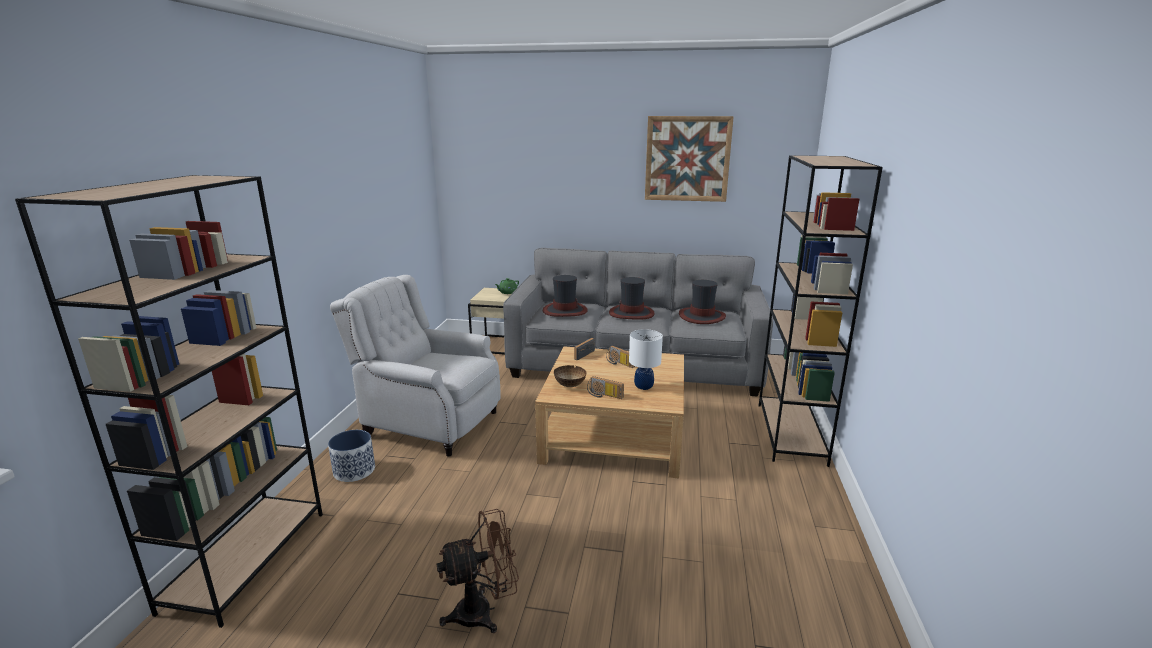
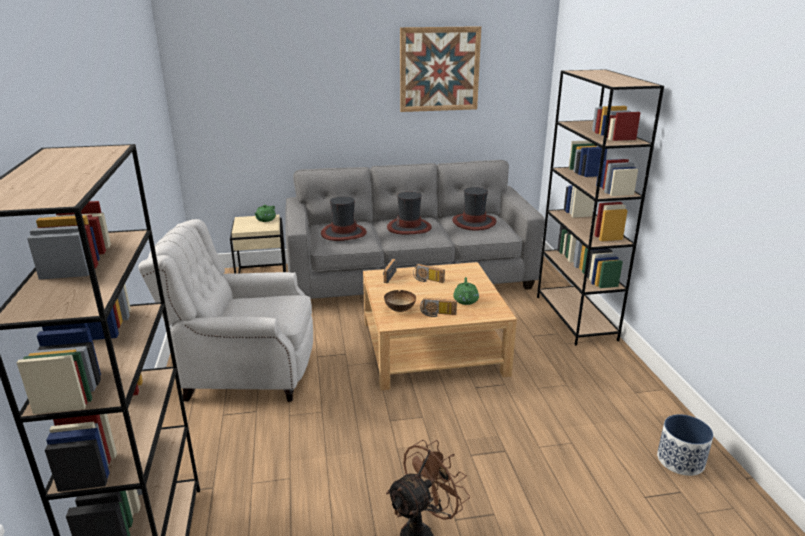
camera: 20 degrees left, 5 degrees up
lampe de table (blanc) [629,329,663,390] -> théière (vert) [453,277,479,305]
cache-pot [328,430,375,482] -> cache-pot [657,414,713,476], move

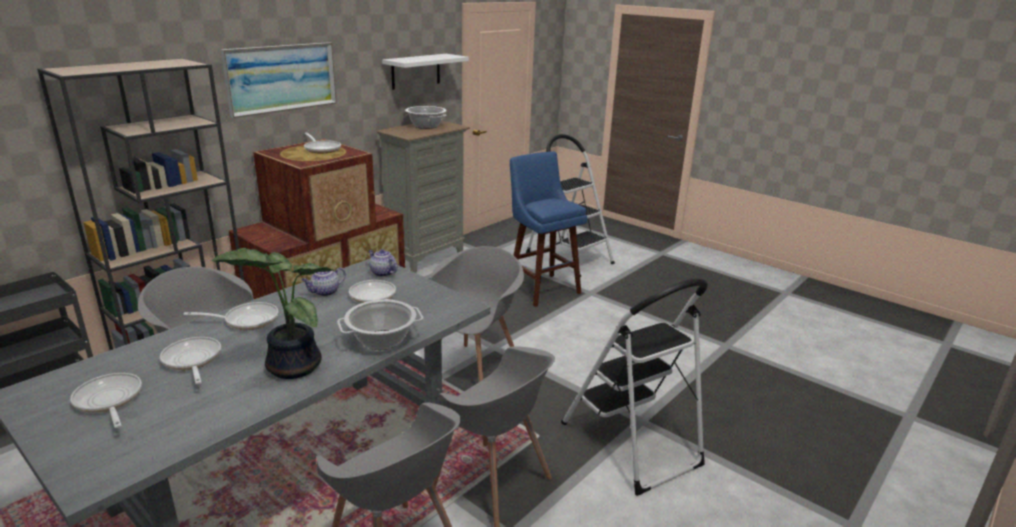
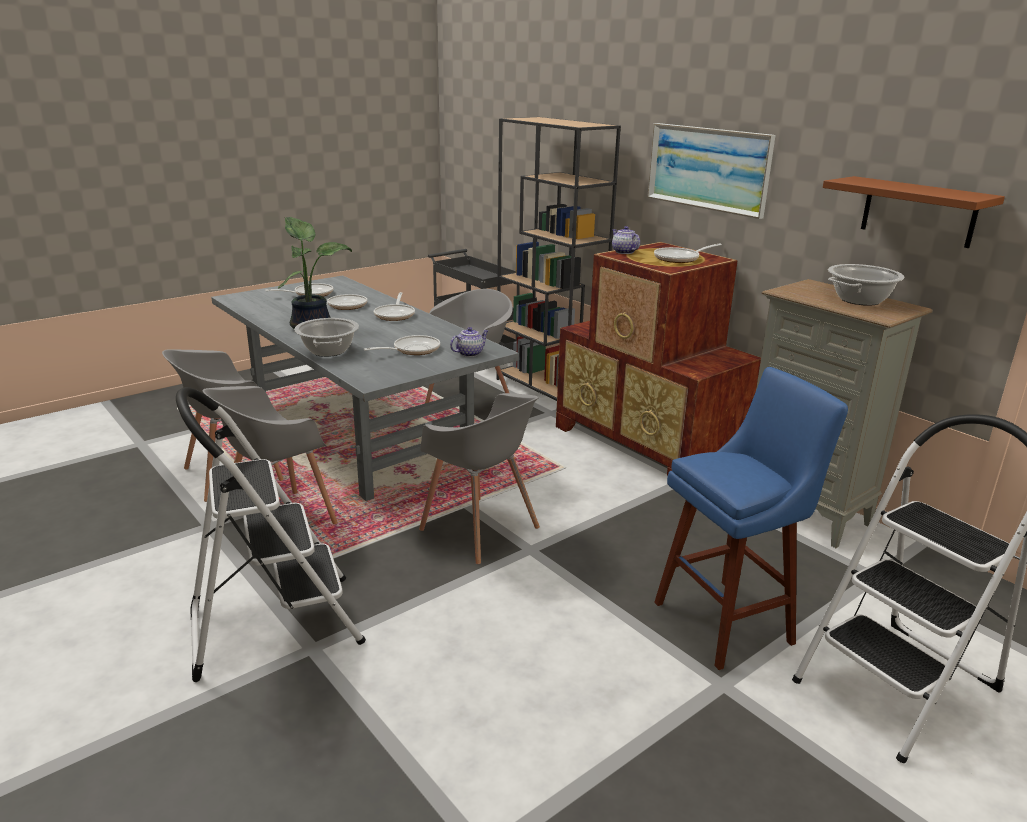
camera: 100 degrees right, 0 degrees up
théière [302,267,346,296] -> théière [612,226,640,254], move
étagère (blanc) [382,54,469,90] -> étagère (marron) [823,176,1005,248]

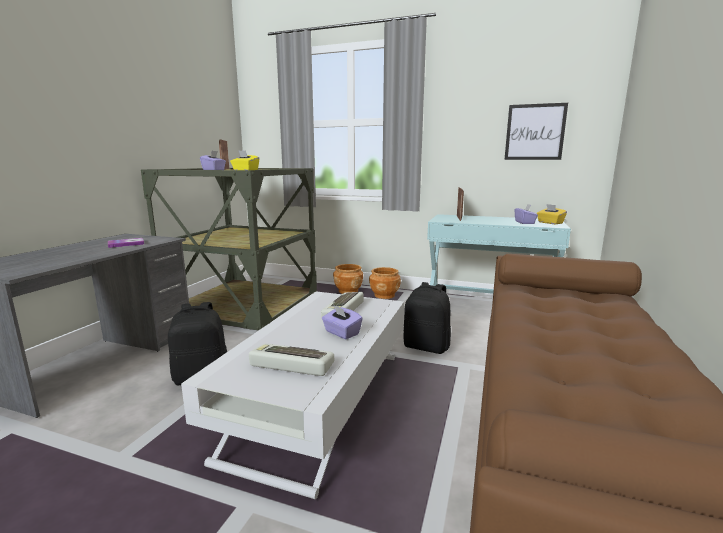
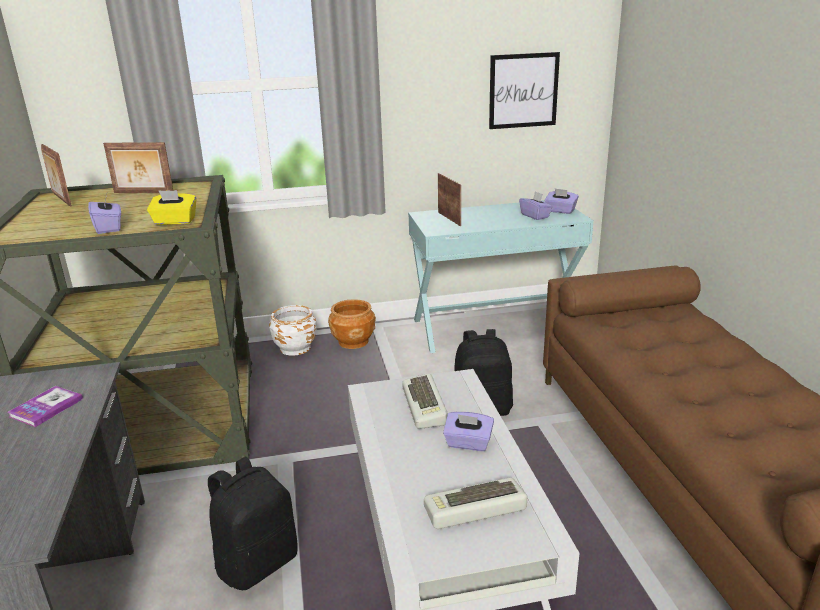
camera: 30 degrees left, 10 degrees up
none -> cadre photo [103,142,173,193]
cache-pot (marron) [333,264,363,294] -> cache-pot (blanc) [269,305,317,356]
boîte à mouchoirs (jaune) [537,204,567,224] -> boîte à mouchoirs (violet) [544,188,579,214]

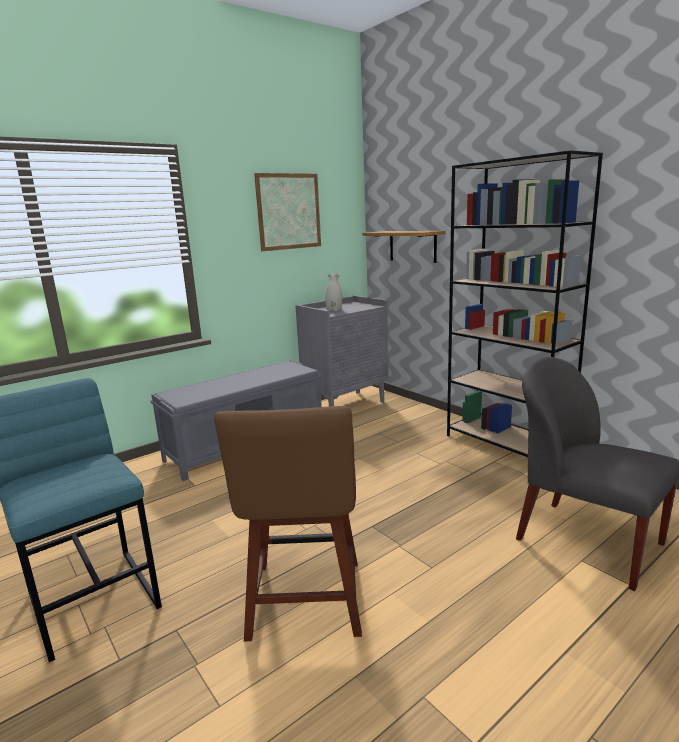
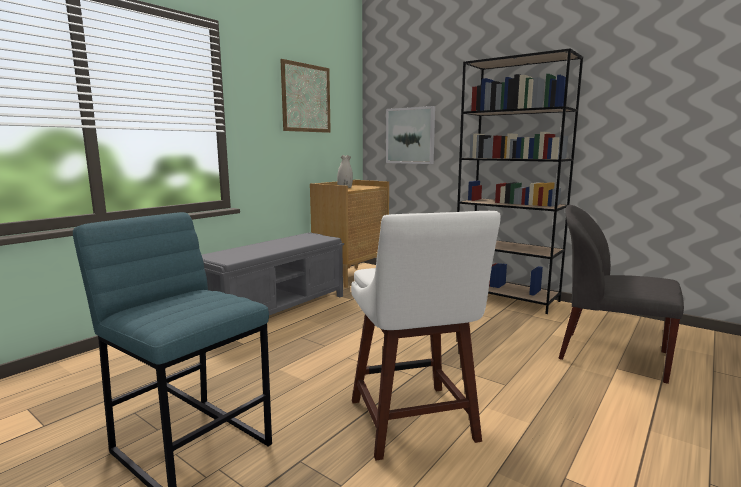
camera: 15 degrees left, 5 degrees down
meuble de rangement (gris) [295,295,389,407] -> meuble de rangement (marron) [310,180,389,288]
tabouret (marron) [214,406,362,642] -> tabouret (blanc) [351,211,501,461]
étagère [363,231,446,263] -> tableau [386,106,435,164]

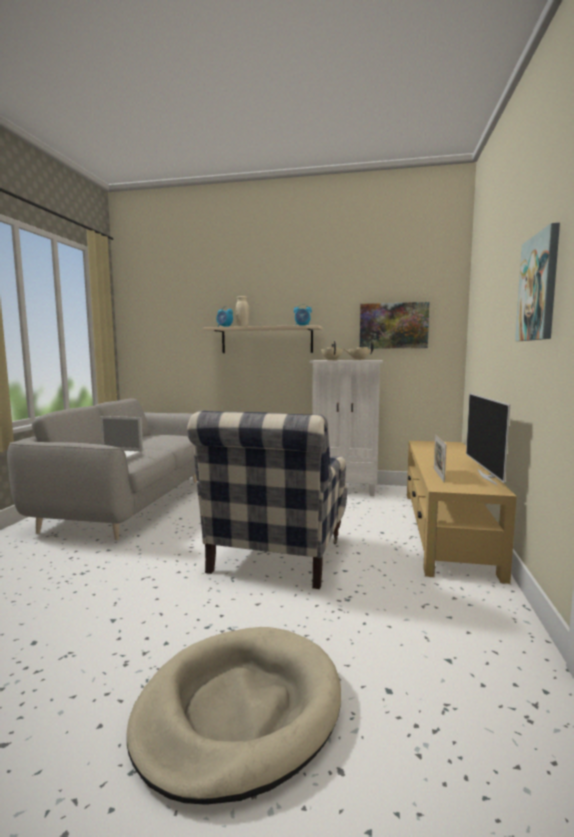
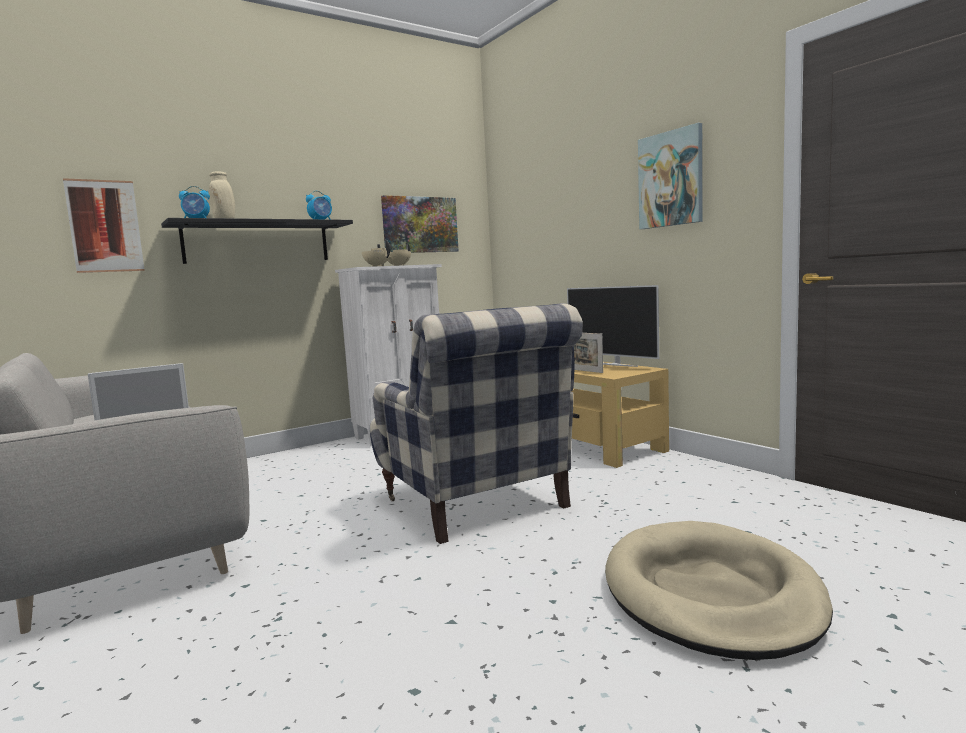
camera: 45 degrees left, 0 degrees up
none -> tableau [63,178,145,273]
étagère (beige) [203,325,323,353] -> étagère (noir) [161,218,353,264]

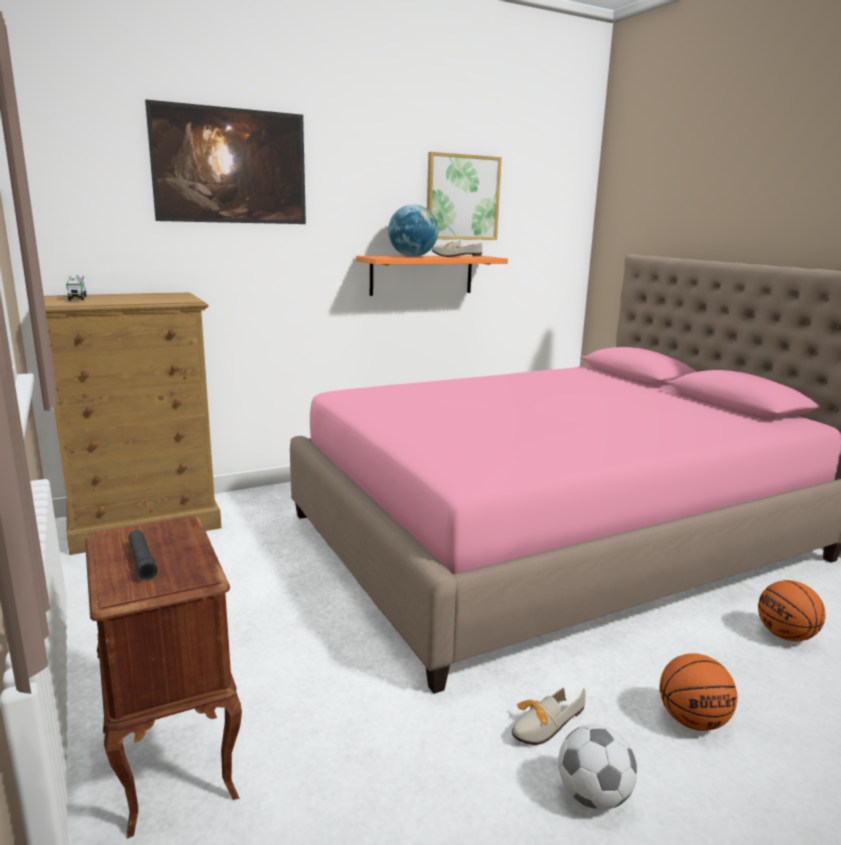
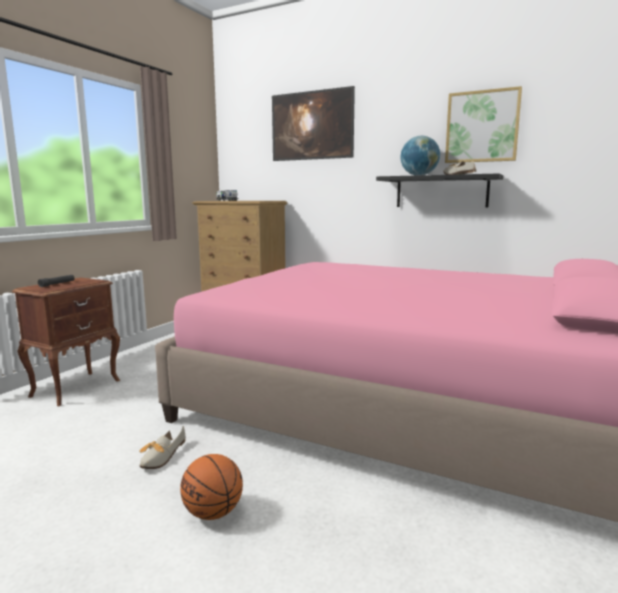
camera: 55 degrees right, 5 degrees down
chaussure [512,688,585,745] -> chaussure [139,426,186,469], 90 degrees counterclockwise
étagère (orange) [356,256,508,296] -> étagère (noir) [376,173,503,208]
ballon de foot [558,724,637,810] -> none
ballon de basket [758,580,826,641] -> none

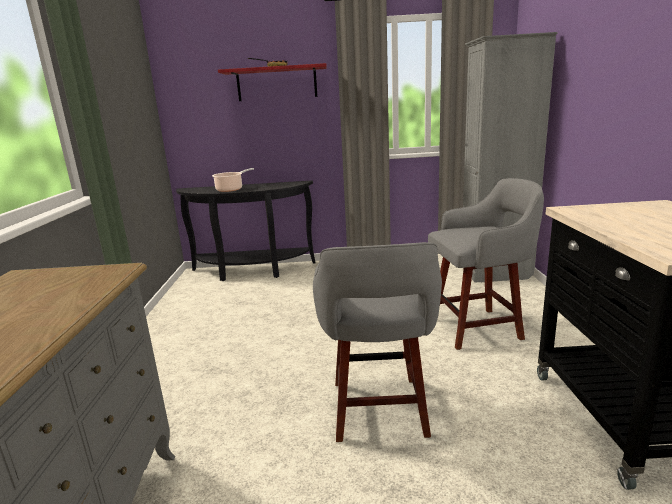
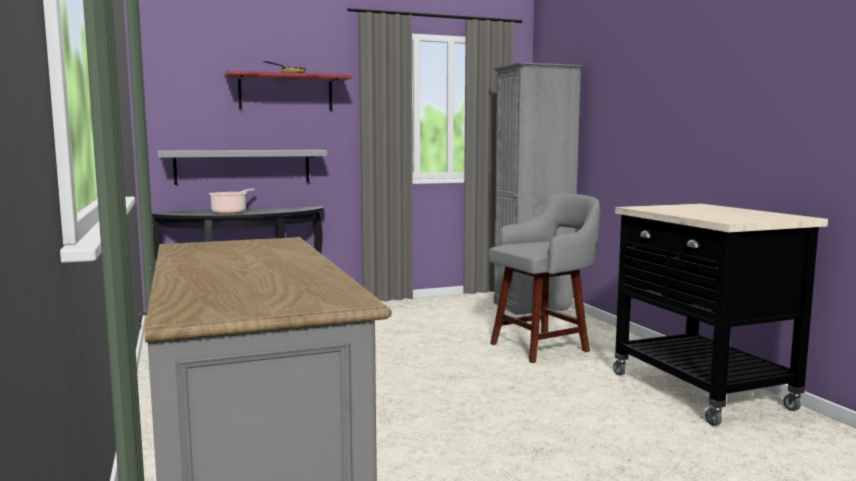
camera: 20 degrees left, 10 degrees down
none -> étagère (gris) [158,150,327,185]
tabouret (gris) [313,242,442,442] -> none

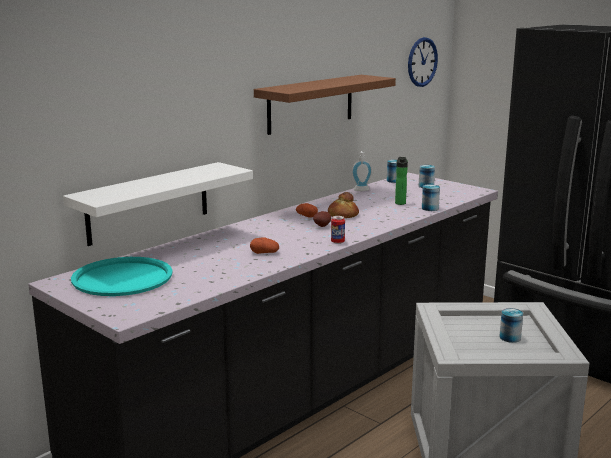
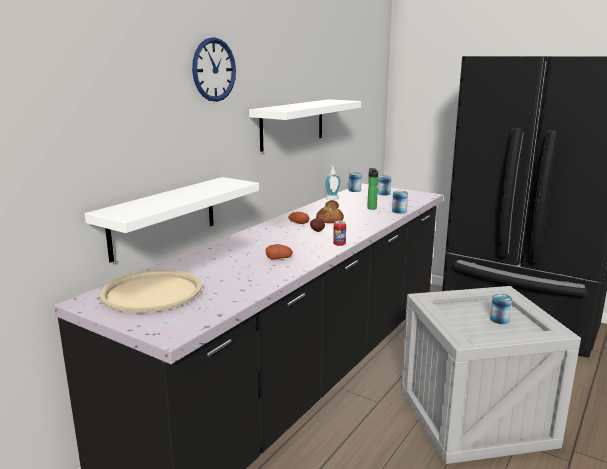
camera: 10 degrees left, 0 degrees up
plateau (turquoise) [71,257,173,296] -> plateau (beige) [99,270,202,313]
horloge murale [408,37,438,87] -> horloge murale [192,37,236,102], move
étagère (marron) [254,75,396,135] -> étagère (blanc) [249,99,361,152]

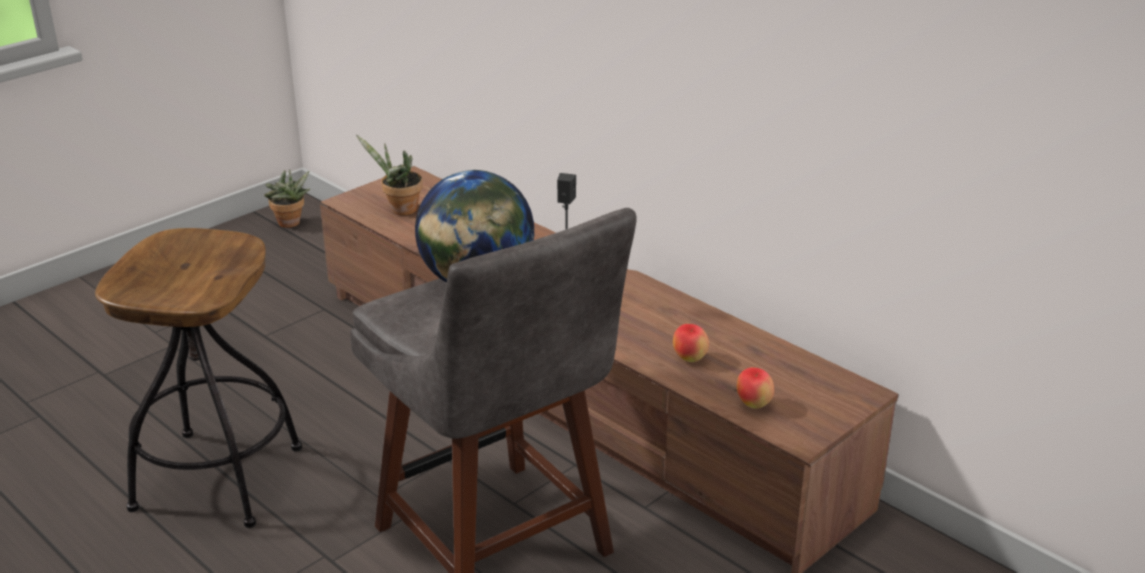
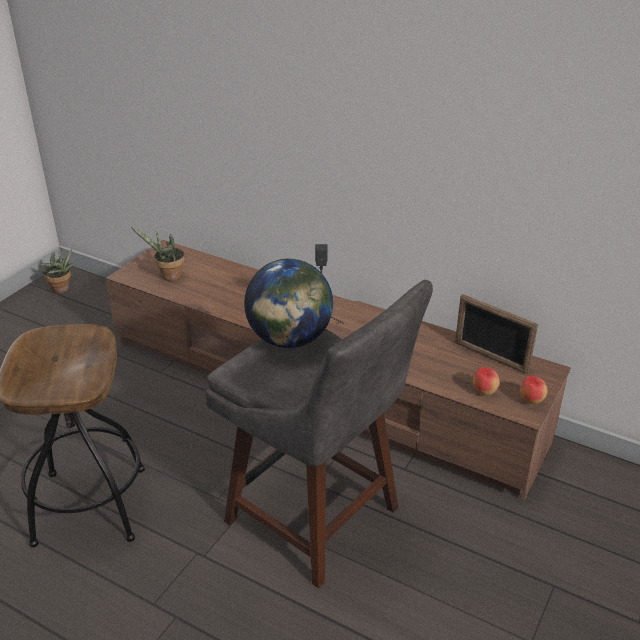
camera: 15 degrees left, 5 degrees up
none -> cadre photo [455,294,538,374]
pomme [673,324,709,362] -> pomme [520,376,548,404], move

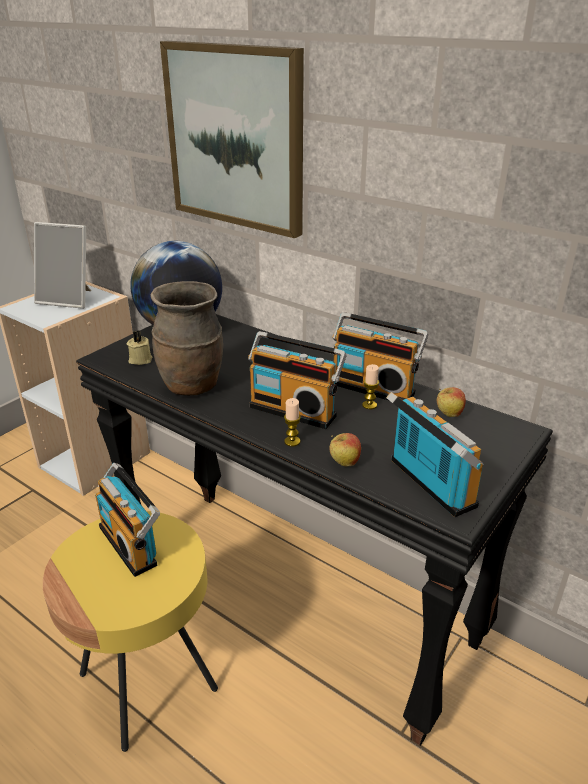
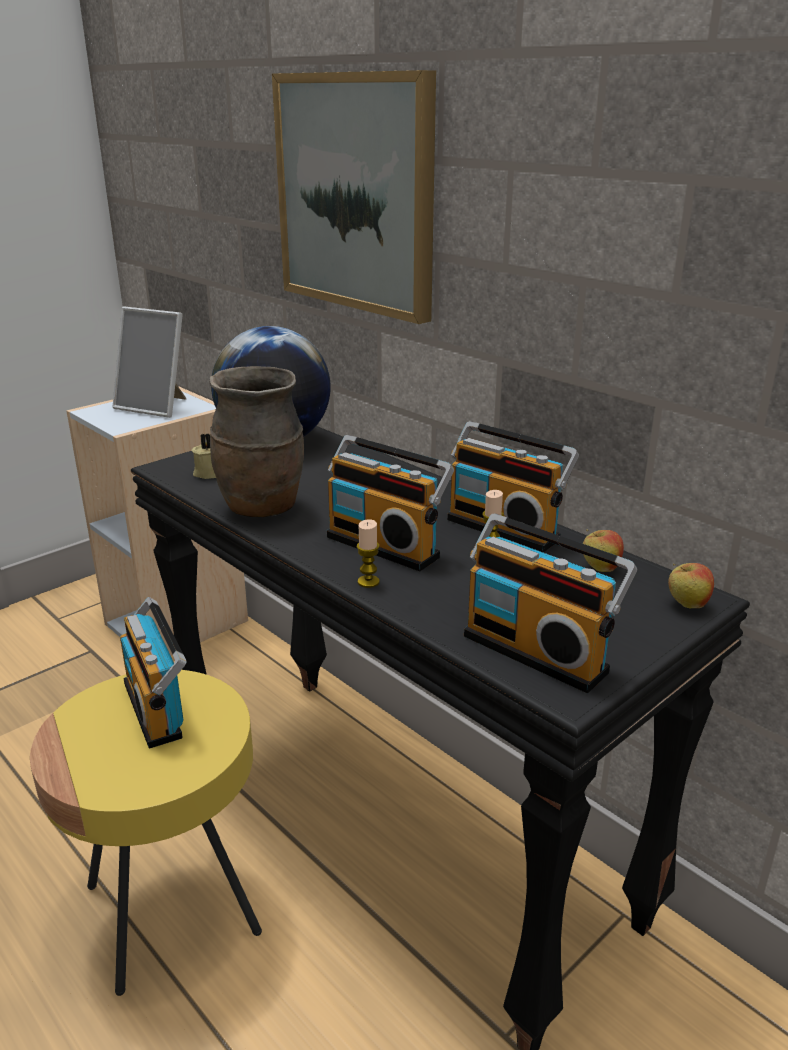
camera: 10 degrees right, 5 degrees down
radio [386,392,483,517] -> radio [464,514,637,693], 150 degrees clockwise
pomme [329,433,361,466] -> pomme [668,563,714,608], move

